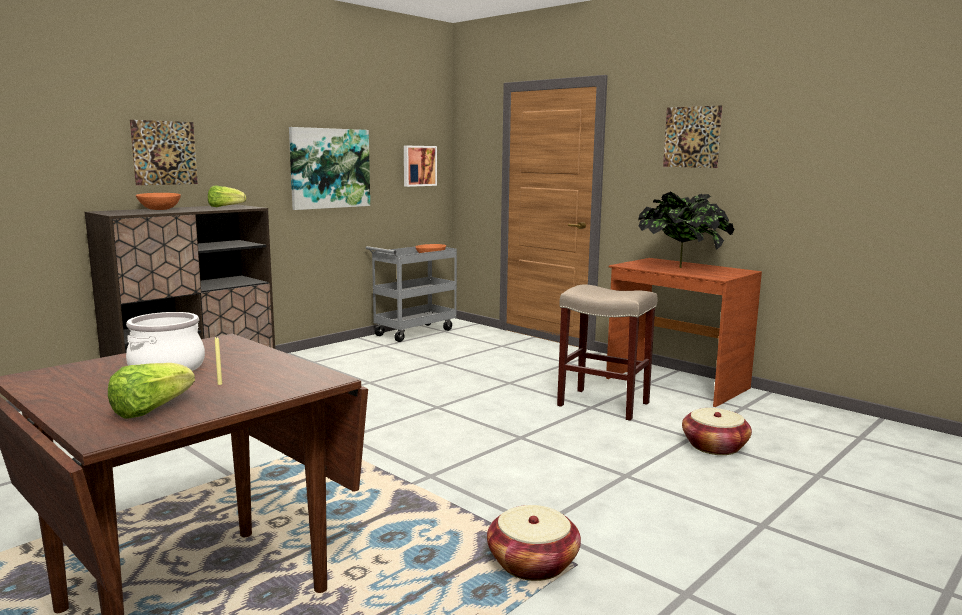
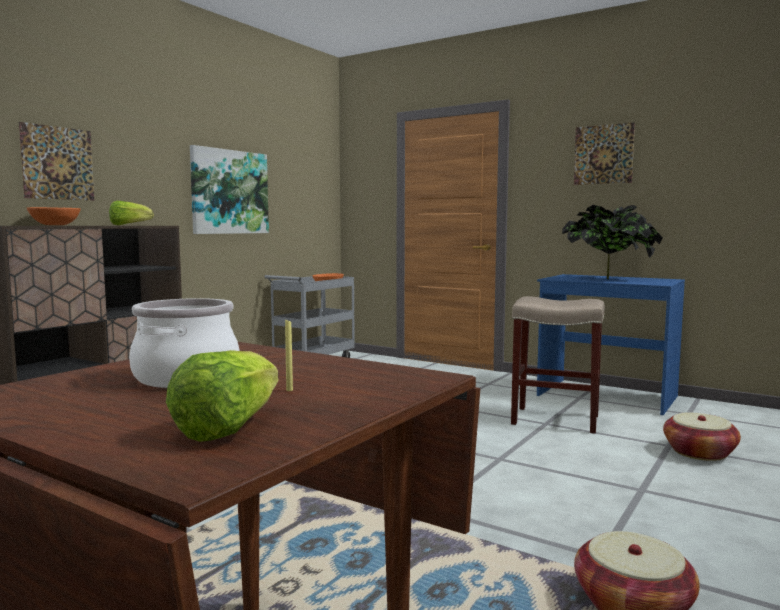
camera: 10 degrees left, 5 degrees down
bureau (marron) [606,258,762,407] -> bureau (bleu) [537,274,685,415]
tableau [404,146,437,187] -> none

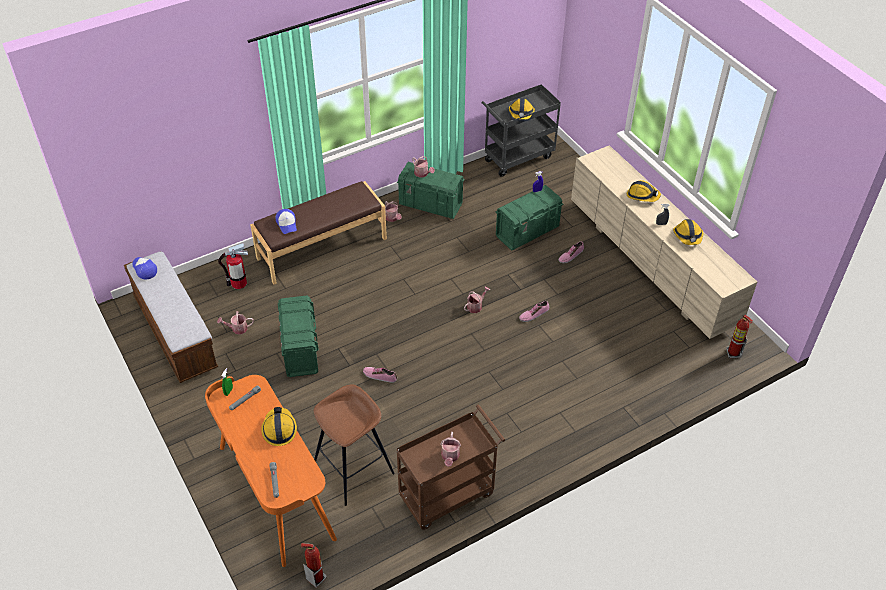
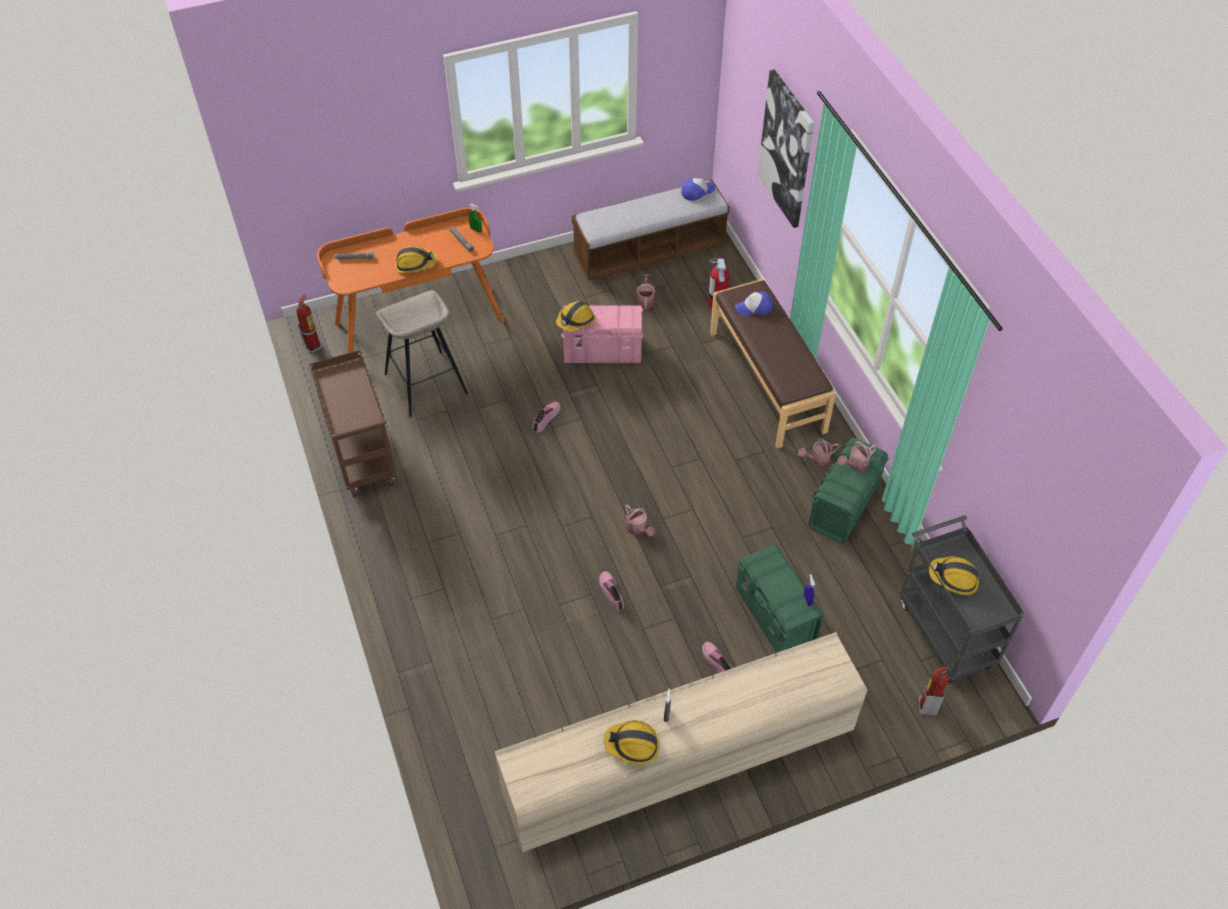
camera: 100 degrees right, 5 degrees up
tabouret (marron) [314,384,395,506] -> tabouret (gris) [376,290,468,417]
casque de chantier [627,180,661,202] -> casque de chantier [556,301,596,332], move
boîte de rangement (vert) [278,295,319,377] -> boîte de rangement (rose) [561,305,643,363]
none -> tableau [758,69,814,228]
extincteur [726,315,753,358] -> extincteur [919,667,949,715], move
arrosoir [440,432,461,467] -> none

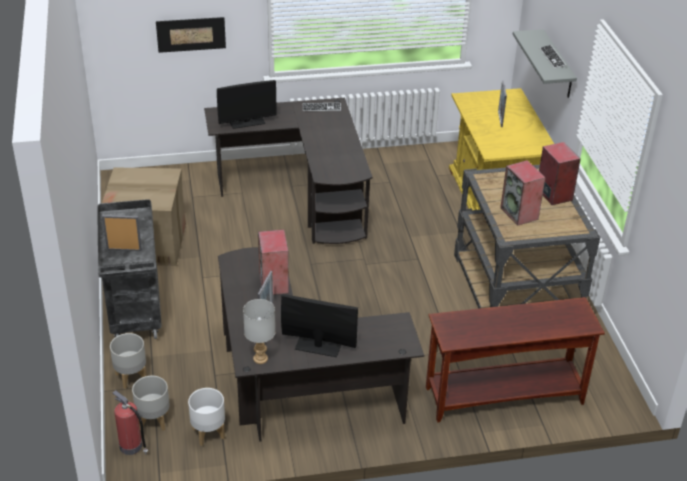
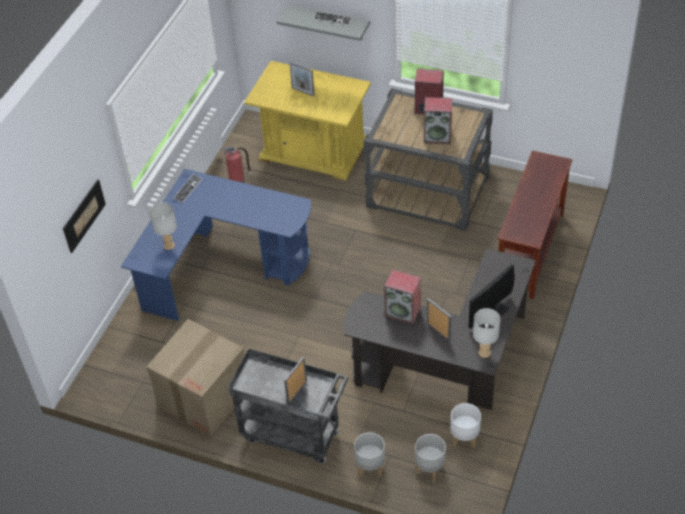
camera: 55 degrees left, 10 degrees up
bureau (noir) [204,98,372,244] -> bureau (bleu) [121,169,311,321]
écran d'ordinateur [217,80,277,129] -> lampe de table (gris) [149,202,177,250]
extincteur [113,390,148,455] -> extincteur [223,146,252,183], move

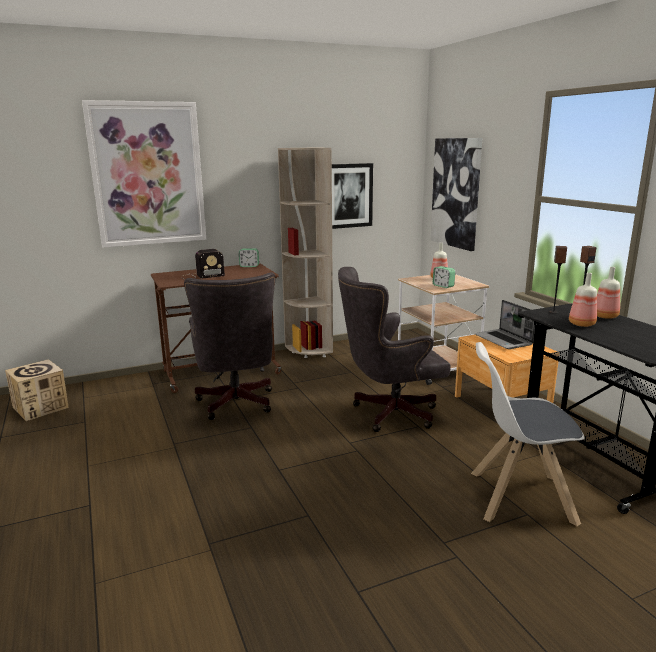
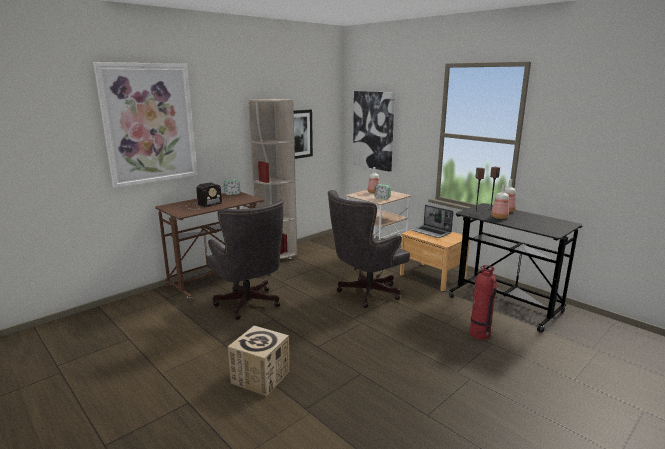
camera: 20 degrees left, 0 degrees up
carton [5,359,69,421] -> carton [228,326,289,396], move
chaise [471,342,585,526] -> extincteur [469,265,497,340]

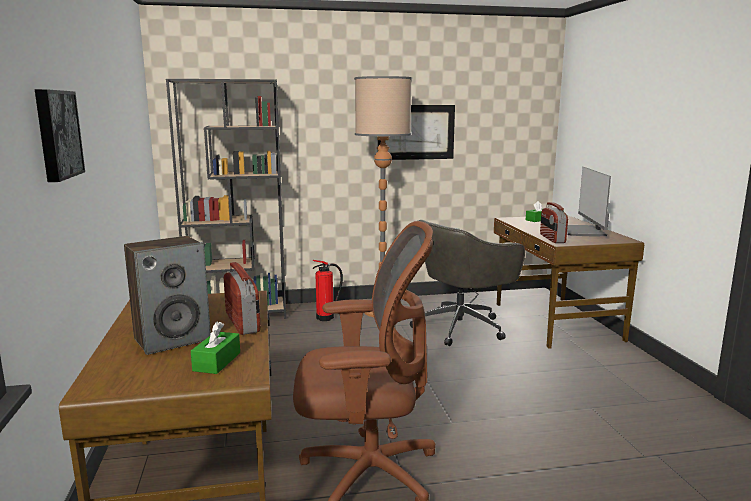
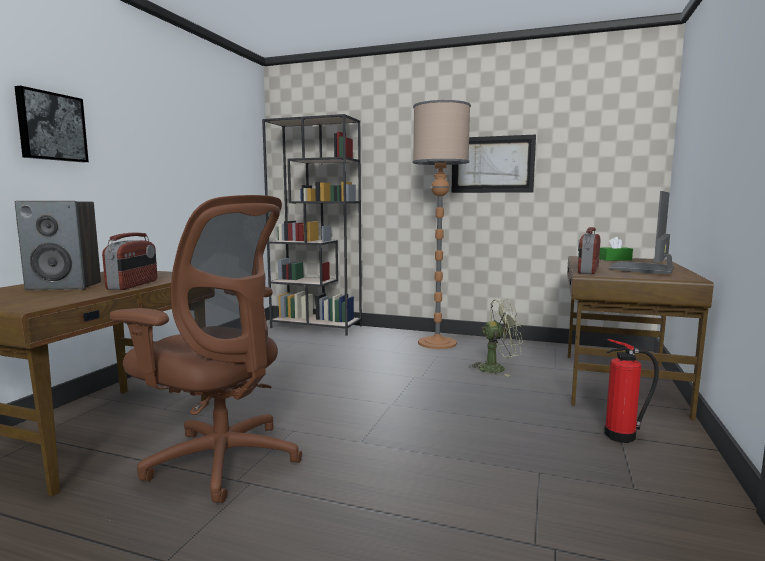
camera: 30 degrees right, 5 degrees down
chaise de bureau (gris) [410,220,525,346] -> ventilateur (vert) [469,298,523,376]
extincteur [312,260,343,321] -> extincteur [604,339,659,443], move
boîte à mouchoirs (vert) [191,322,240,374] -> none

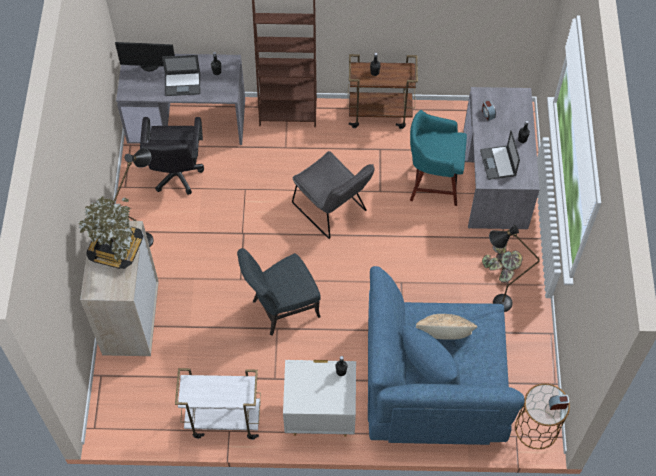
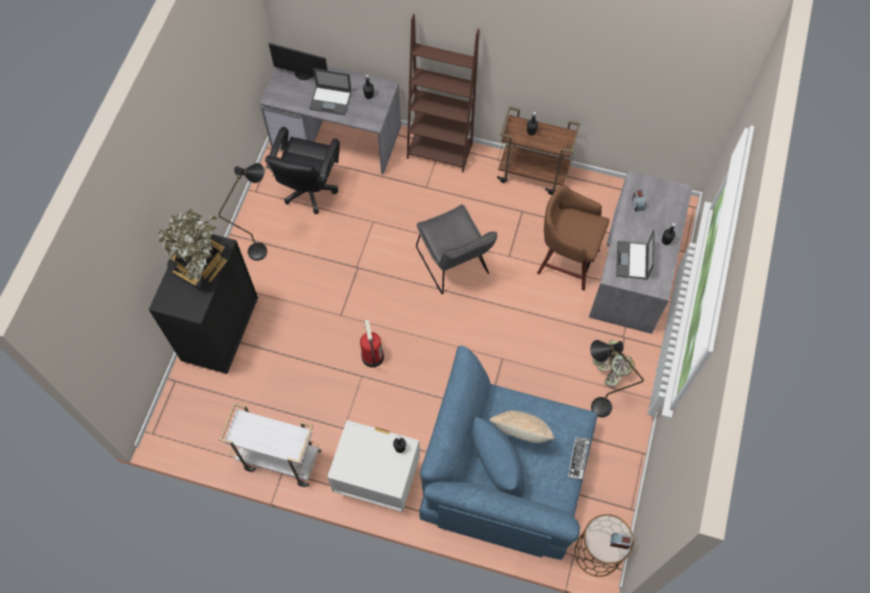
camera: 15 degrees right, 5 degrees up
meuble de rangement (beige) [80,221,159,356] -> meuble de rangement (noir) [149,234,258,374]
chaise (gris) [237,248,321,336] -> extincteur [360,319,384,368]
tabouret (turquoise) [410,110,467,206] -> tabouret (marron) [537,185,610,291]
none -> clavier [568,437,590,479]

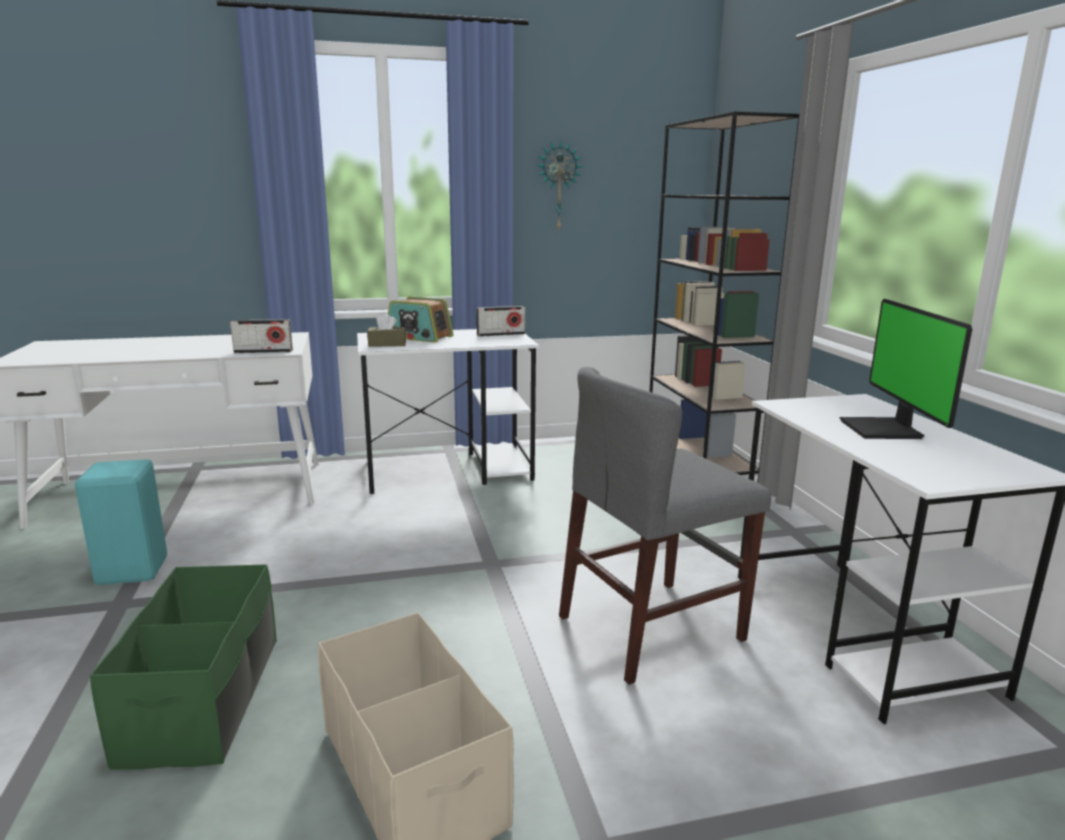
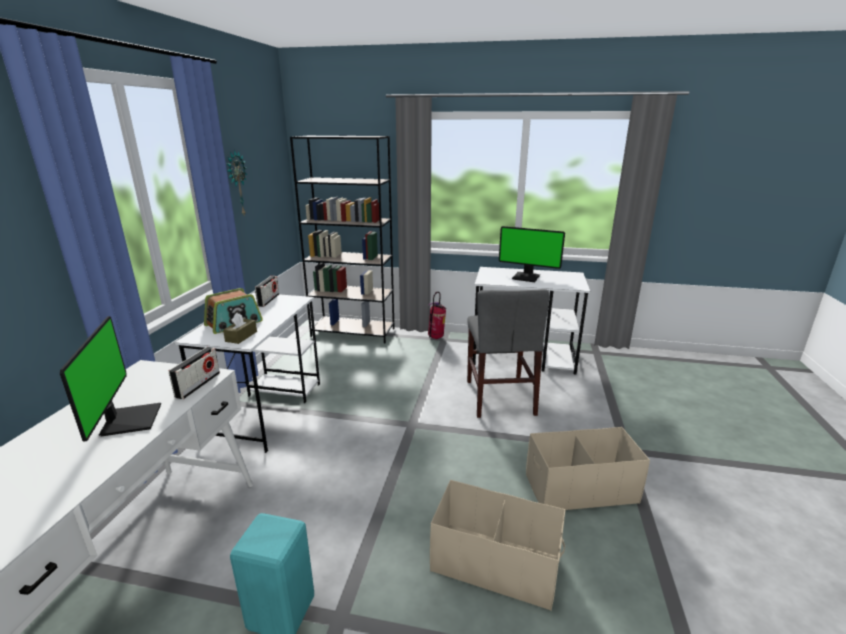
camera: 65 degrees left, 5 degrees up
none -> écran d'ordinateur [60,316,161,442]
none -> extincteur [428,292,446,339]
boîte de rangement (vert) [90,564,277,770] -> boîte de rangement (beige) [430,480,565,611]

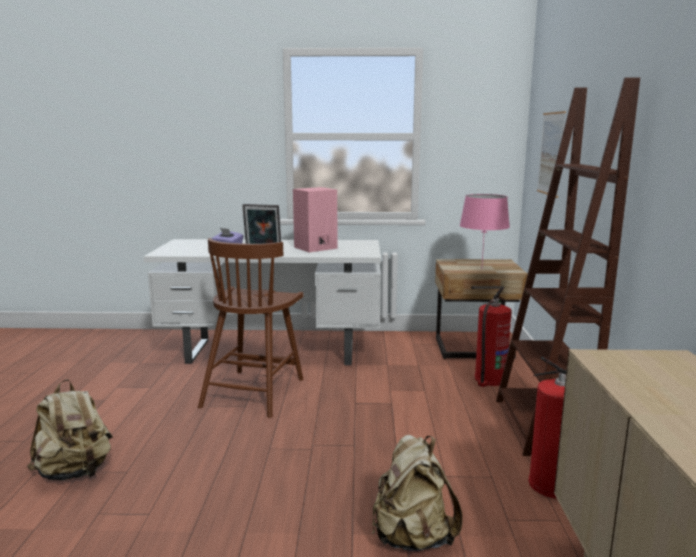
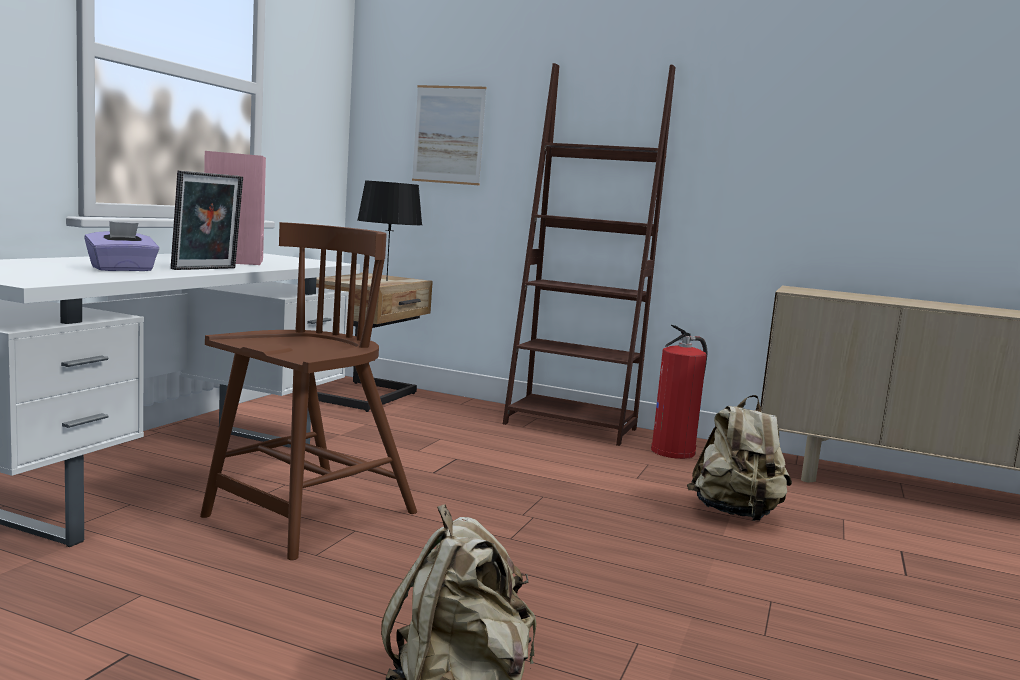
camera: 70 degrees left, 5 degrees down
chaise (marron) [198,238,303,418] -> chaise (marron) [200,222,417,560], 90 degrees counterclockwise
lampe de table (rose) [460,194,510,265] -> lampe de table (noir) [358,181,422,281]
extincteur [475,286,511,387] -> none

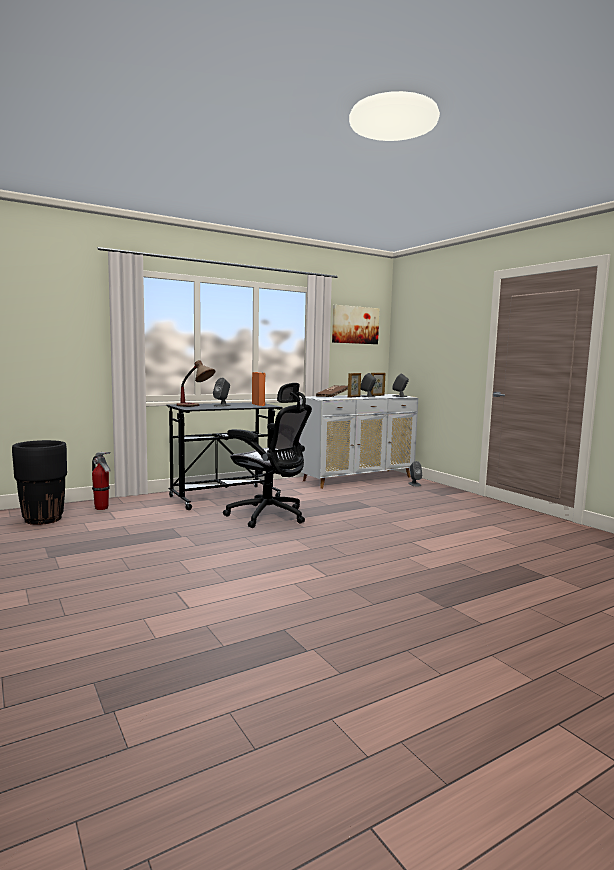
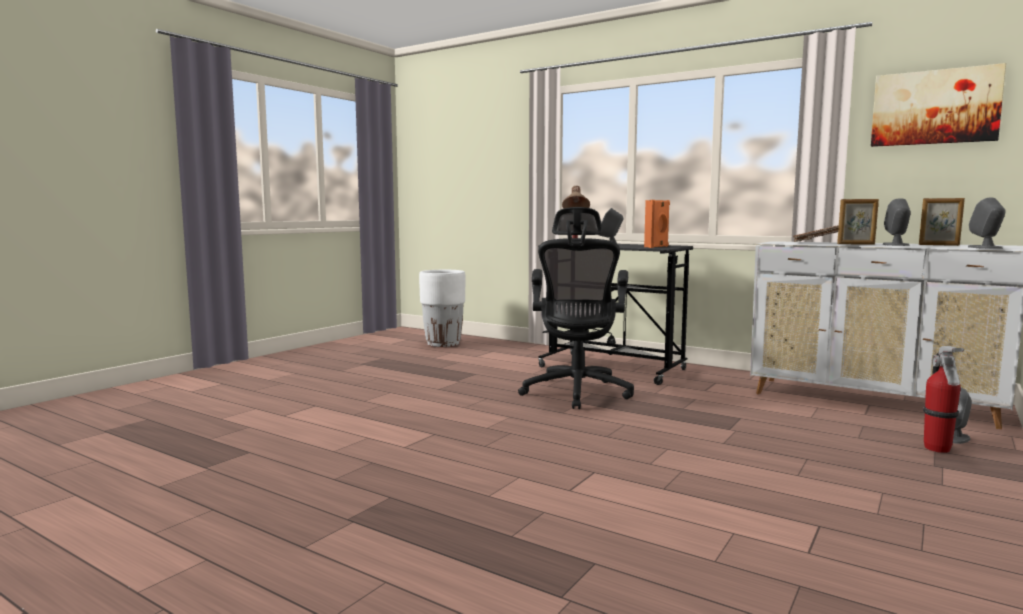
camera: 65 degrees right, 0 degrees up
cache-pot (noir) [12,440,67,525] -> cache-pot (blanc) [419,270,466,347]
extincteur [92,452,111,510] -> extincteur [923,346,964,453], move

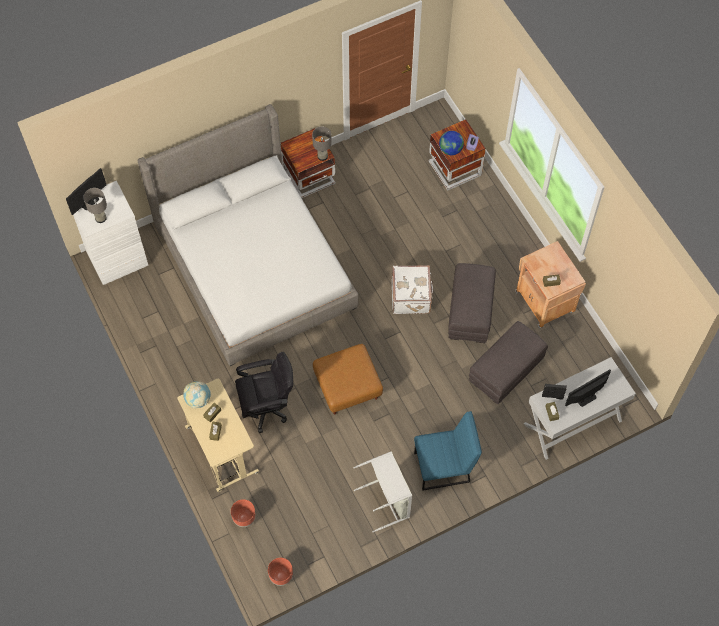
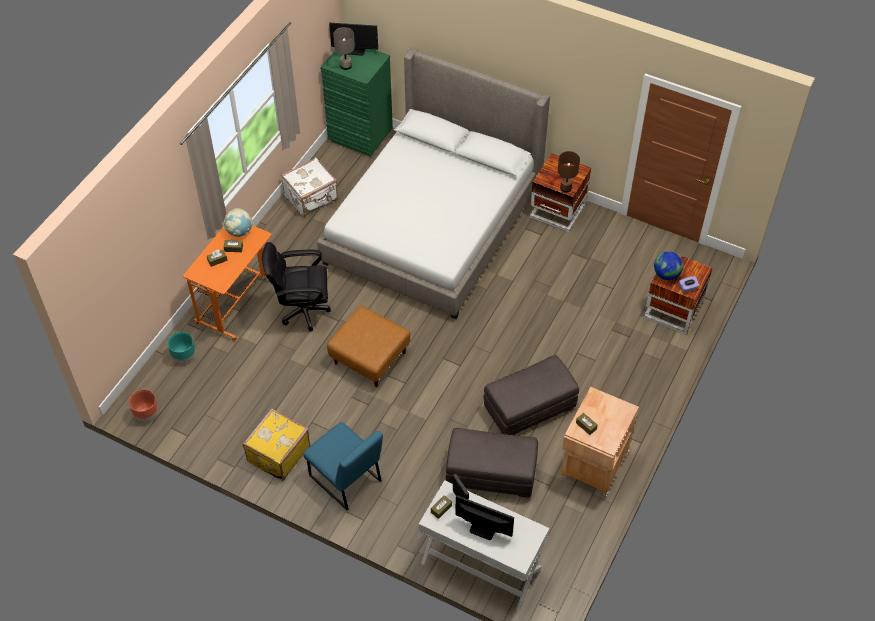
camera: 55 degrees right, 10 degrees down
cache-pot (marron) [231,499,256,527] -> cache-pot (turquoise) [167,332,195,363]
bureau (beige) [177,379,259,492] -> bureau (orange) [183,225,271,341]
panier à linge (gris) [353,451,412,532] -> valise (jaune) [243,408,310,481]
chaise de bureau (noir) [235,352,293,433] -> chaise de bureau (noir) [262,242,331,331], 135 degrees clockwise
valise (blanc) [392,265,433,314] -> valise (blanc) [281,157,338,217], move
commode (blanc) [73,181,148,285] -> commode (vert) [320,49,393,157]
lampe de table (gris) [312,127,332,161] -> lampe de table (marron) [558,151,580,193]

